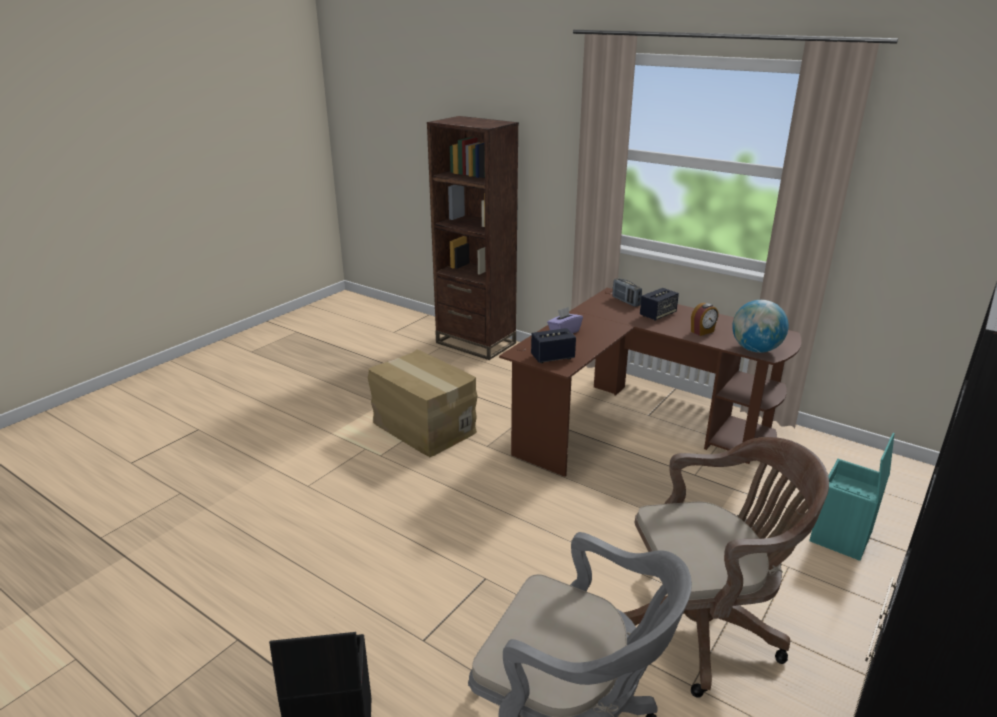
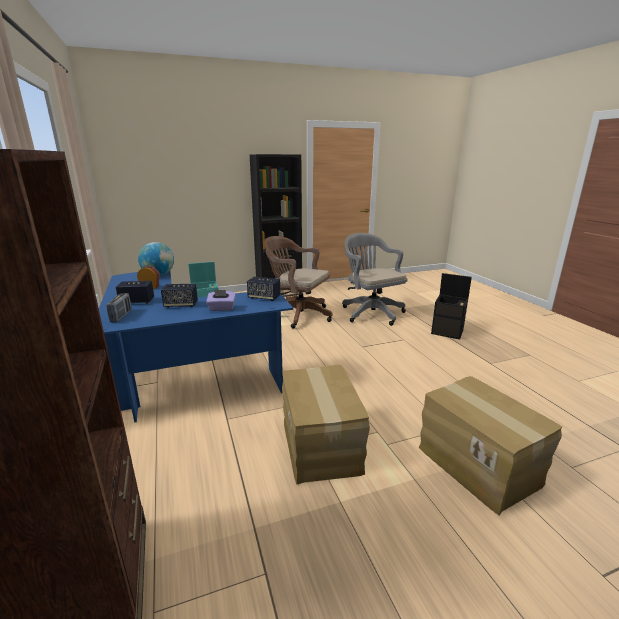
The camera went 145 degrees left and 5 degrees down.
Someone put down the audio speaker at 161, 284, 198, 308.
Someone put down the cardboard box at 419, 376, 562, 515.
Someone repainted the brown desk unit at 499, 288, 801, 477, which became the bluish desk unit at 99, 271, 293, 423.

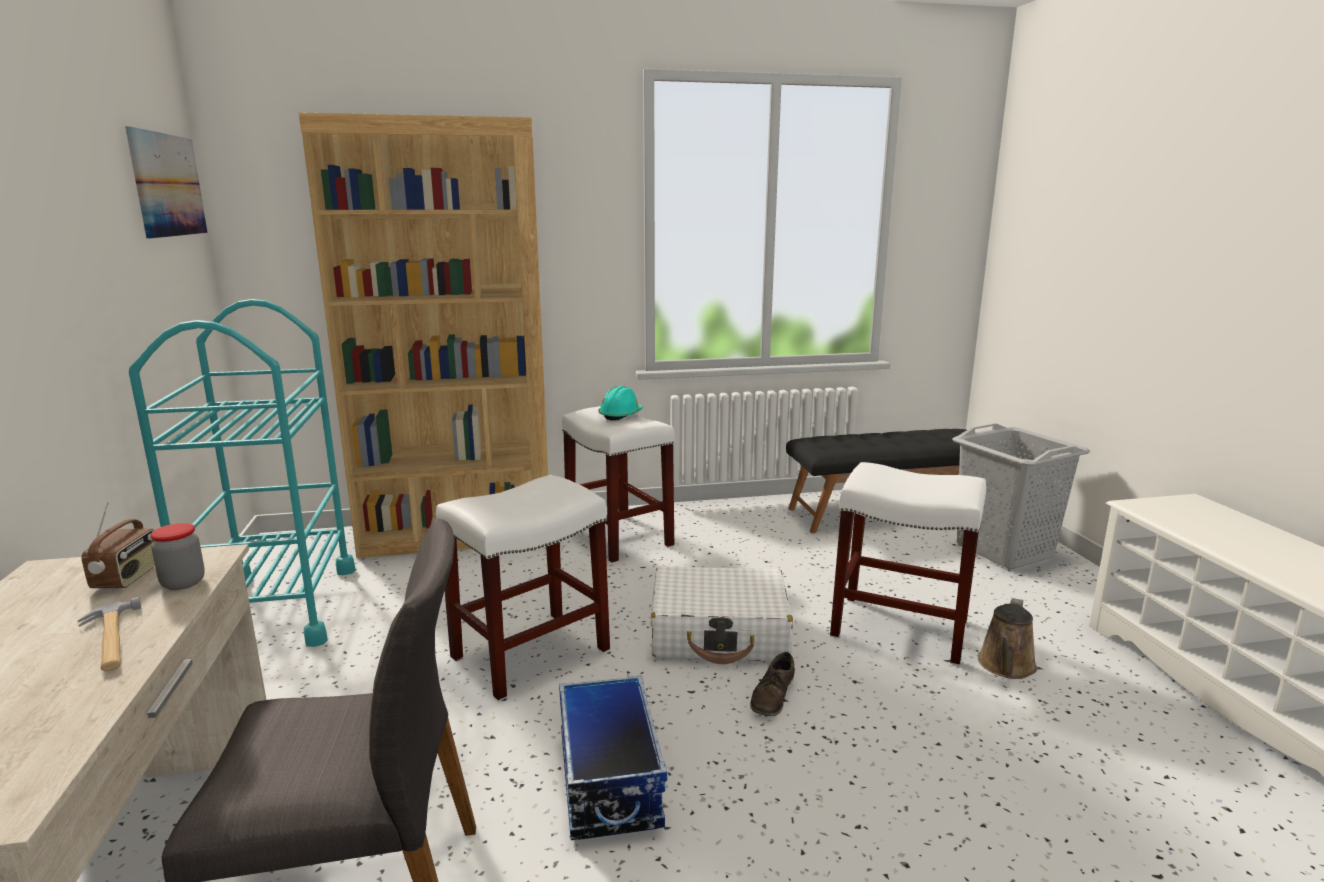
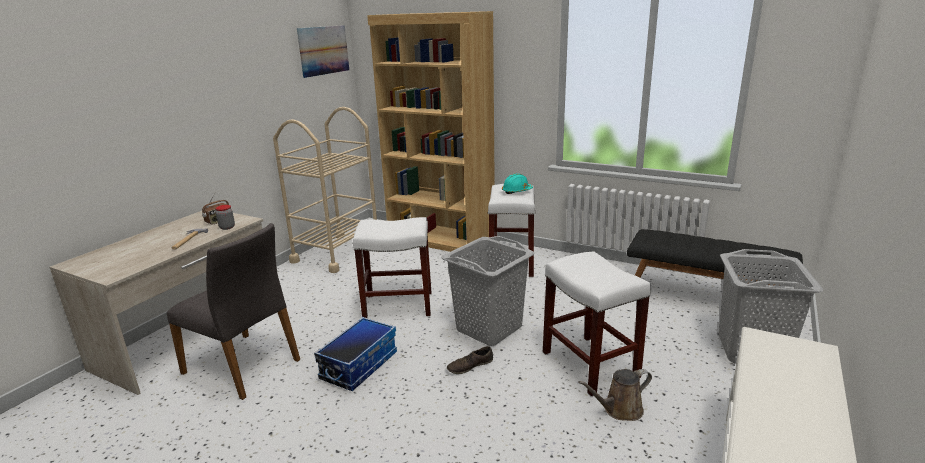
The camera went 40 degrees right and 5 degrees up.
Someone swapped the whitish suitcase at 651, 566, 793, 664 for the gray washing basket at 441, 236, 534, 346.
Someone repainted the blue-green trolley at 129, 299, 355, 647, which became the sand-coloured trolley at 273, 107, 377, 273.

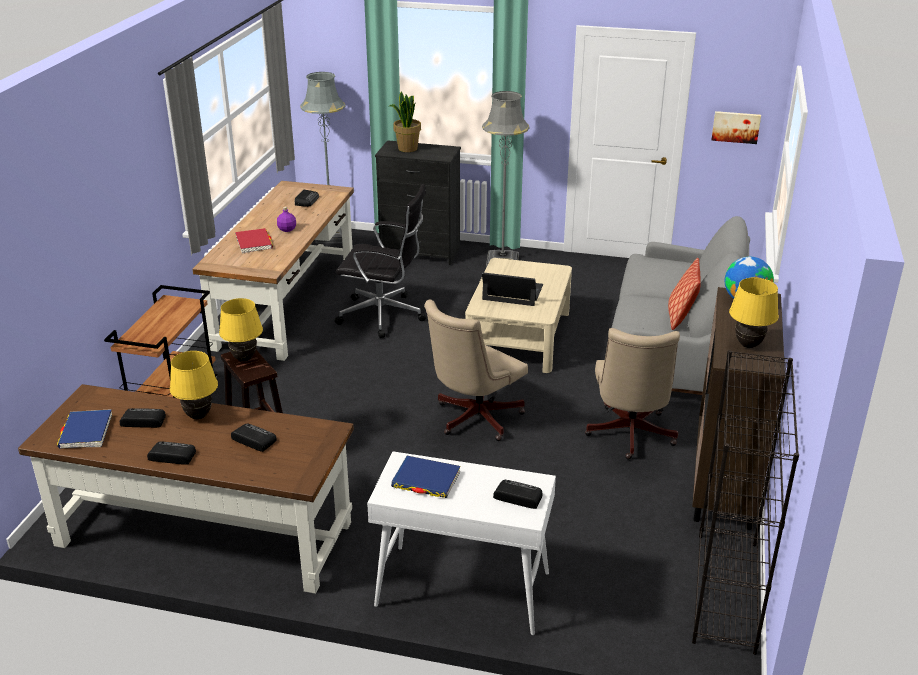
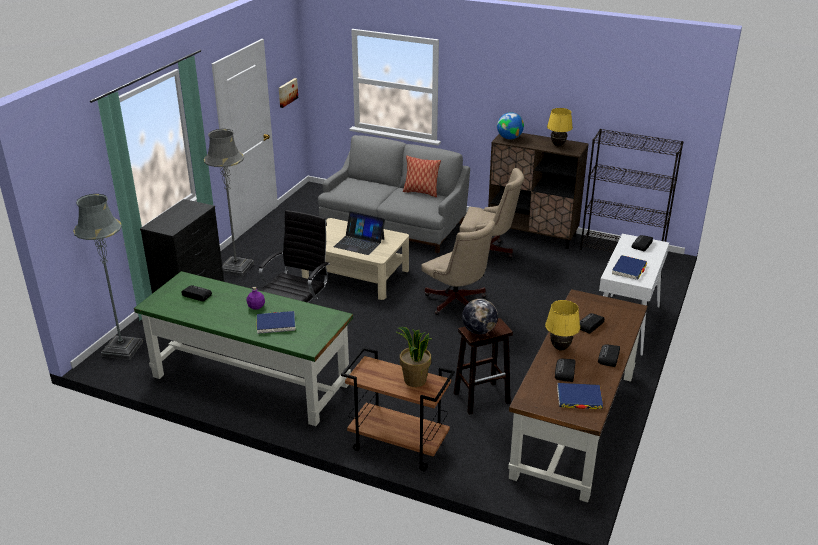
The camera went 80 degrees left and 0 degrees up.
Someone carried the potted plant from 390, 91, 421, 152 to 395, 327, 431, 387.
Someone swapped the yellow-coloured table lamp at 219, 298, 263, 362 for the world globe at 462, 299, 498, 334.
Someone repainted the brown desk unit at 192, 181, 354, 361, which became the green desk unit at 134, 271, 353, 426.
Someone repainted the red book at 235, 228, 273, 254, which became the bluish book at 257, 311, 296, 334.
Someone rotated the laptop at 482, 272, 543, 306 by 90 degrees counterclockwise.

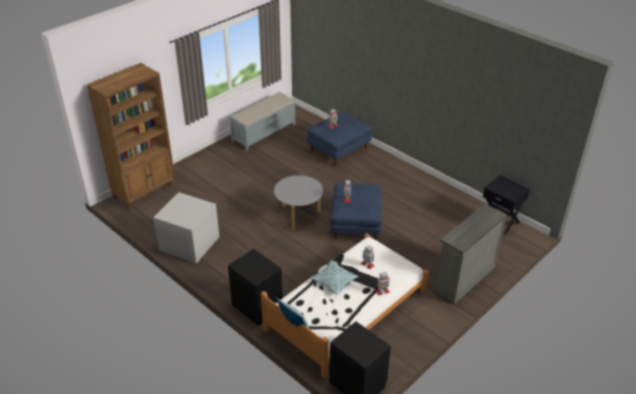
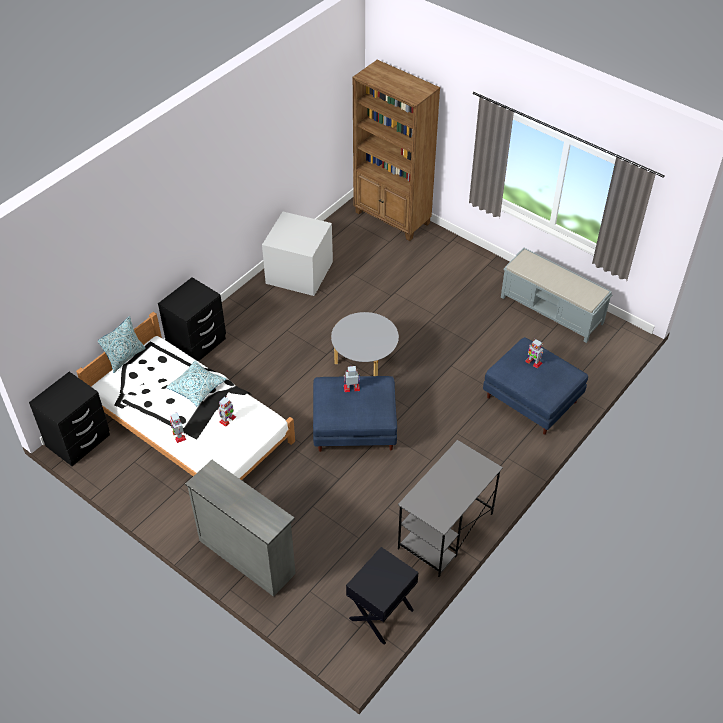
The camera went 85 degrees right and 10 degrees up.
Someone put down the gray desk unit at 398, 440, 503, 577.

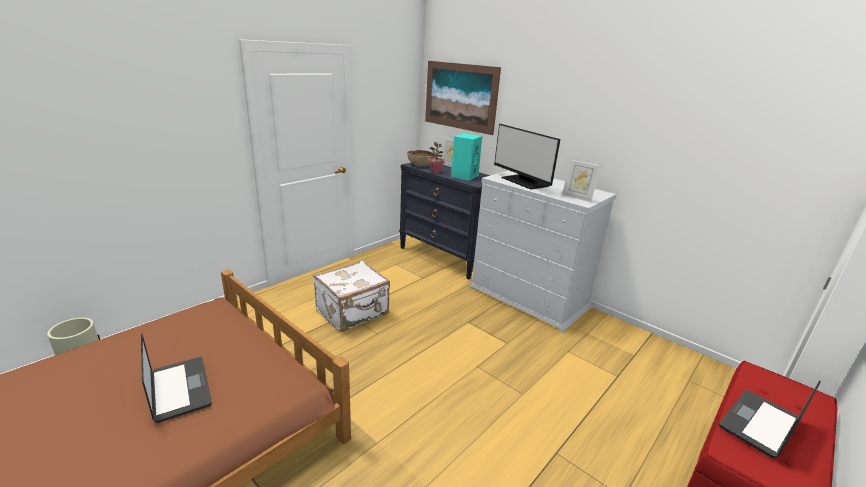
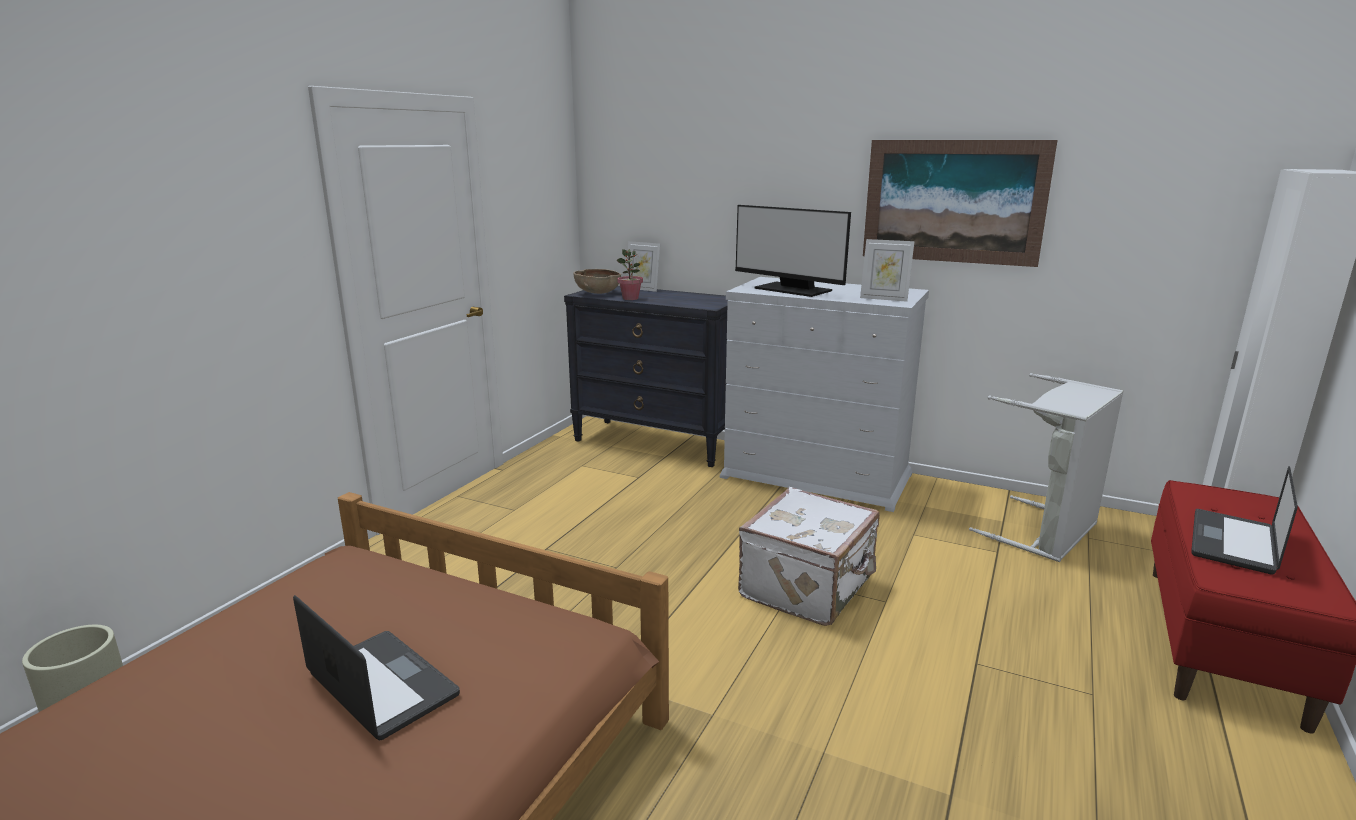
The camera went 15 degrees left and 5 degrees down.
Someone took away the blue-green audio speaker at 451, 133, 482, 181.
Someone put down the gray washing basket at 969, 373, 1123, 562.
Someone carried the whitish suitcase from 313, 260, 390, 332 to 738, 487, 880, 626.
Someone carried the picture from 425, 61, 501, 135 to 863, 140, 1057, 267.

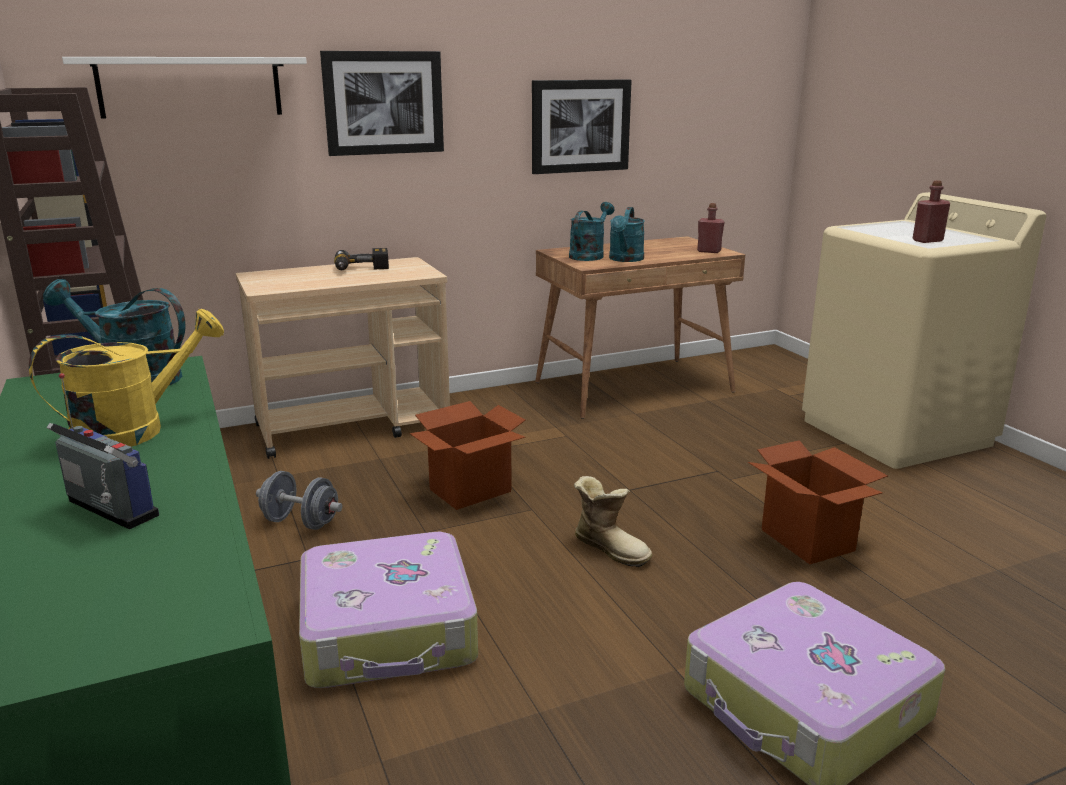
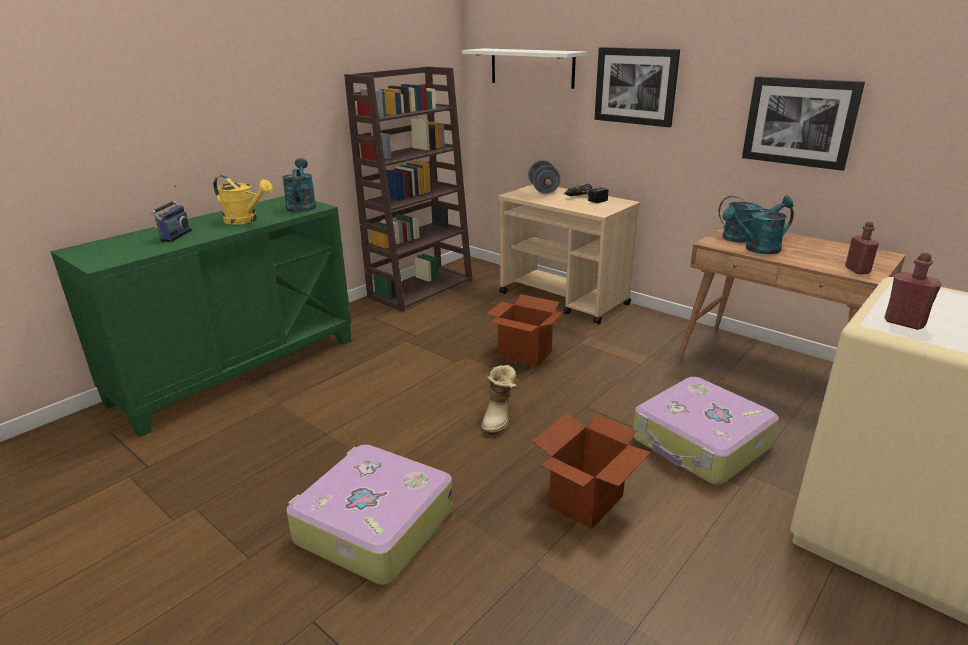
The camera went 65 degrees right and 5 degrees up.
Someone carried the gray hand weight from 256, 471, 342, 530 to 528, 160, 560, 194.
Someone carried the suitcase from 299, 532, 478, 688 to 633, 377, 779, 485.

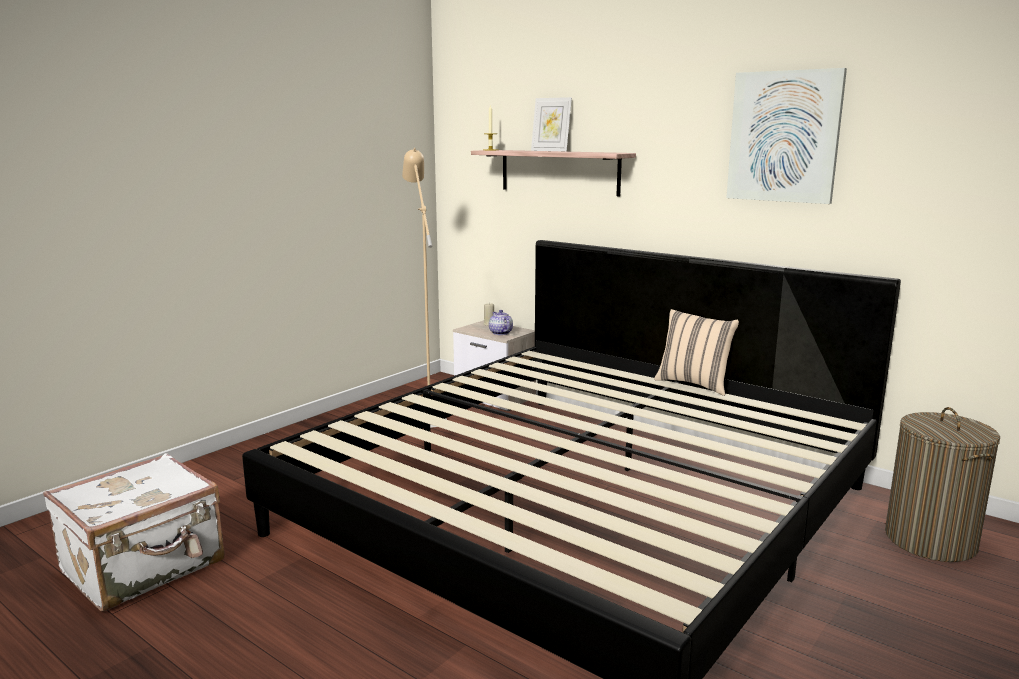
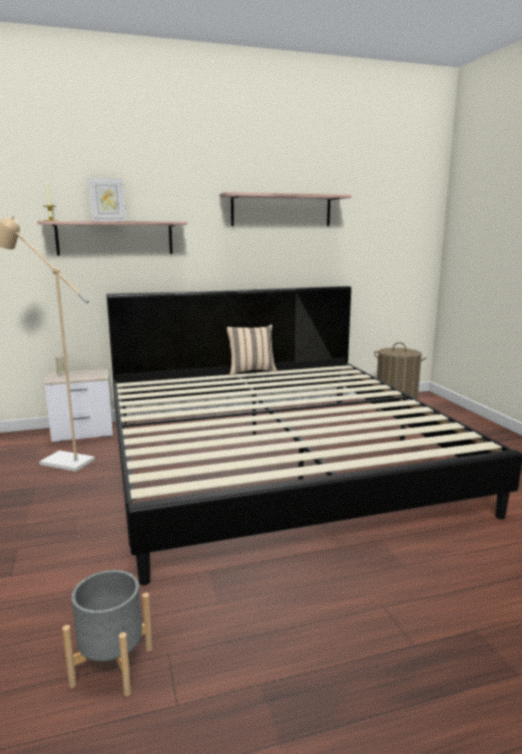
The camera went 55 degrees left and 0 degrees up.
Someone took away the pot for tea at 489, 310, 513, 335.
Someone swapped the whitish suitcase at 43, 453, 225, 612 for the gray planter at 62, 570, 153, 696.
Someone swapped the picture at 726, 68, 847, 204 for the shelf at 220, 192, 351, 226.

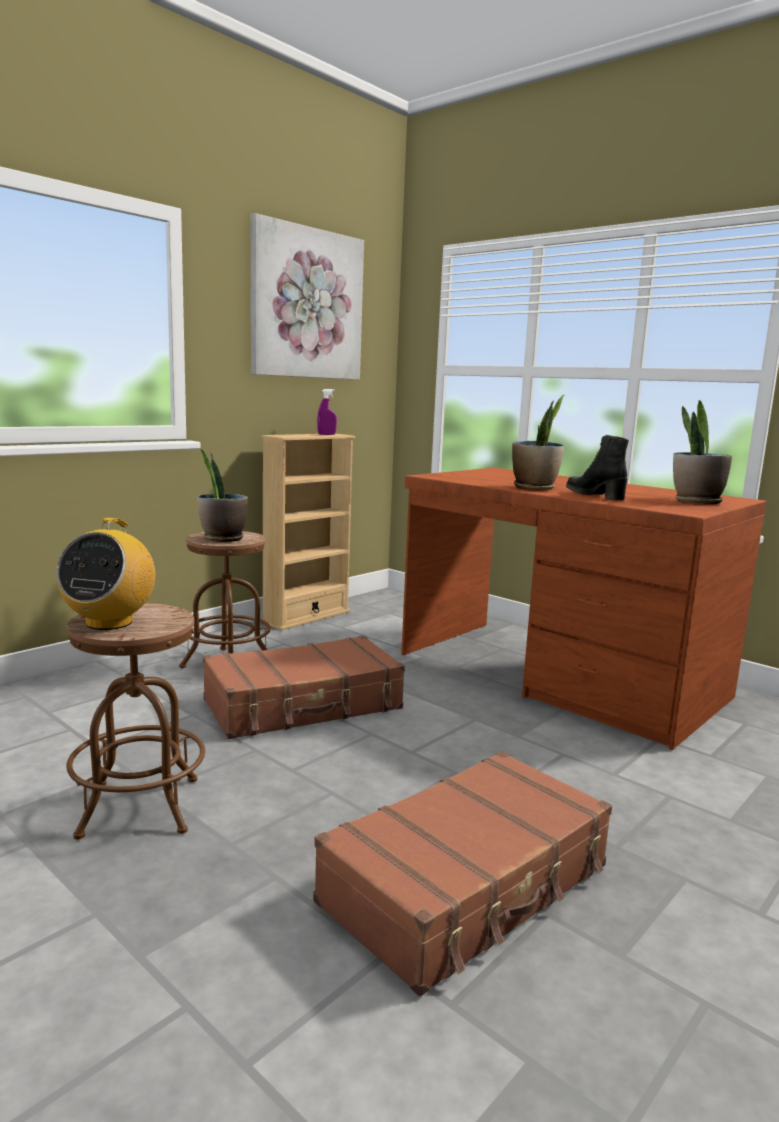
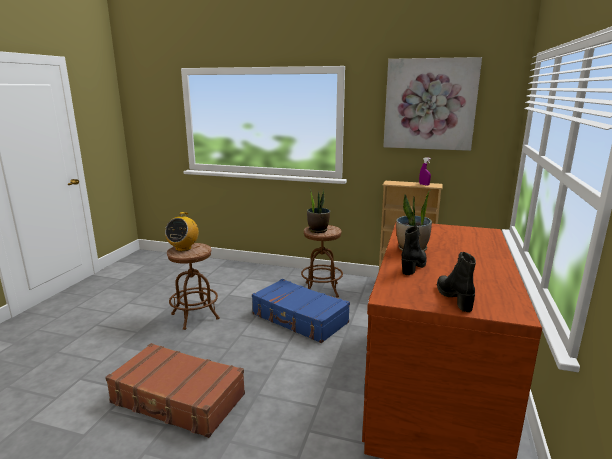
The camera went 65 degrees right and 5 degrees up.
Someone swapped the potted plant at 673, 400, 732, 504 for the blackish tall boot at 437, 252, 476, 312.
Someone repainted the brown suitcase at 203, 636, 405, 739, which became the bluish suitcase at 252, 279, 350, 343.
Someone rotated the radio receiver at 56, 518, 155, 630 by 60 degrees counterclockwise.

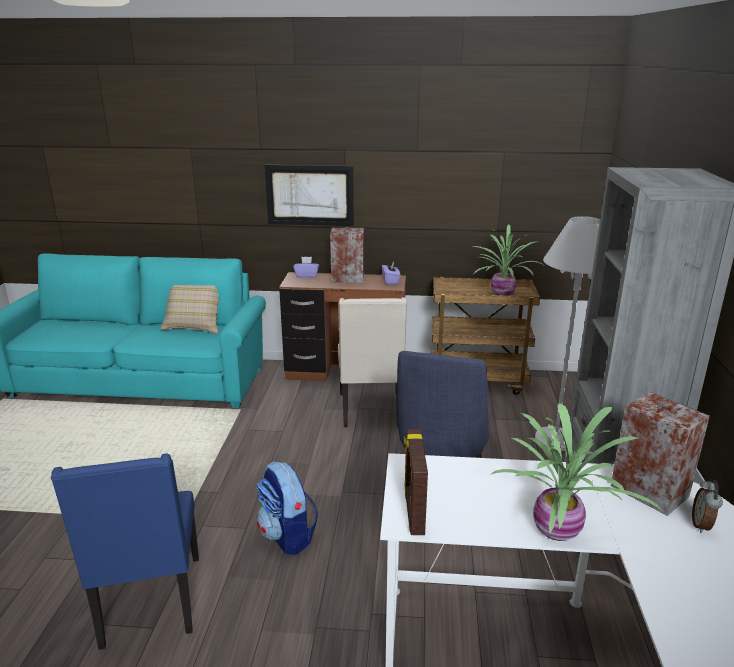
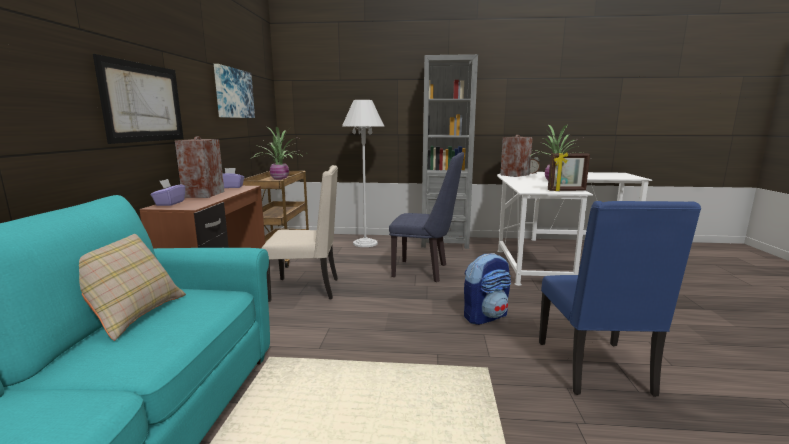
The camera went 90 degrees left and 10 degrees down.
Someone put up the picture at 214, 64, 255, 118.
Someone rotated the bluish chair at 51, 454, 199, 650 by 105 degrees clockwise.

